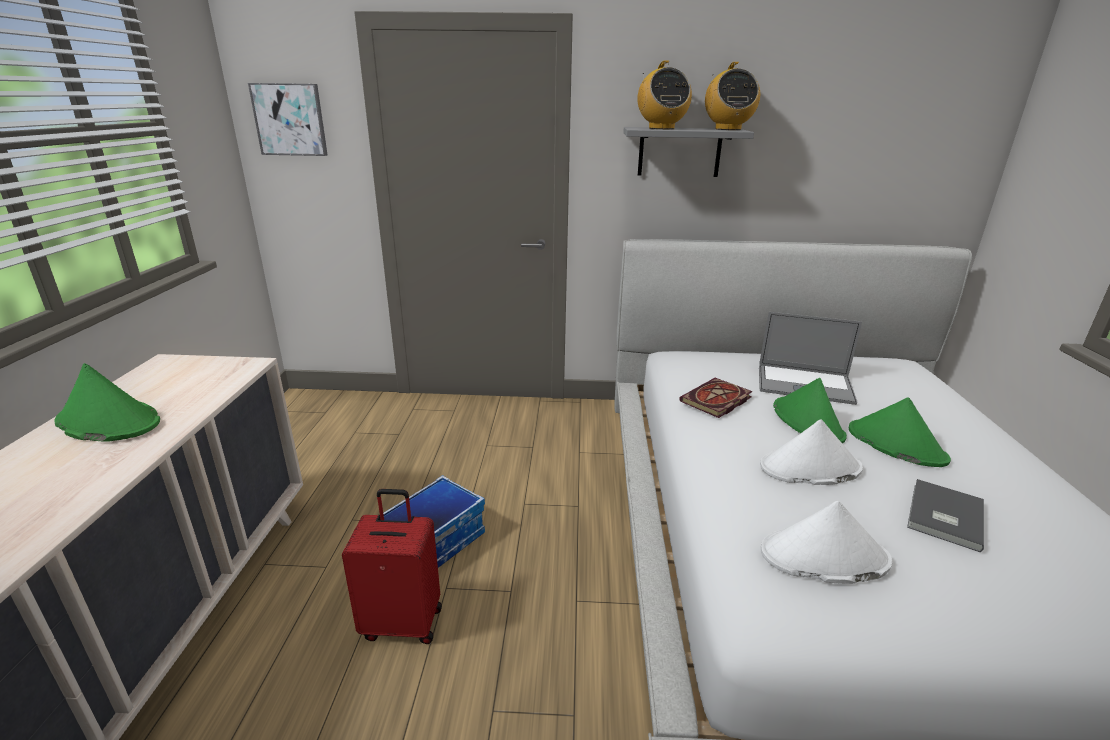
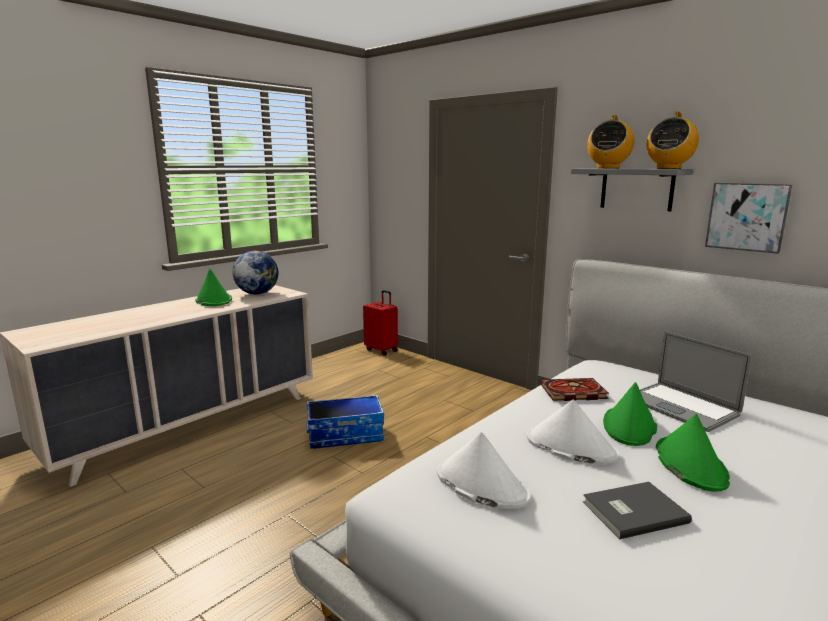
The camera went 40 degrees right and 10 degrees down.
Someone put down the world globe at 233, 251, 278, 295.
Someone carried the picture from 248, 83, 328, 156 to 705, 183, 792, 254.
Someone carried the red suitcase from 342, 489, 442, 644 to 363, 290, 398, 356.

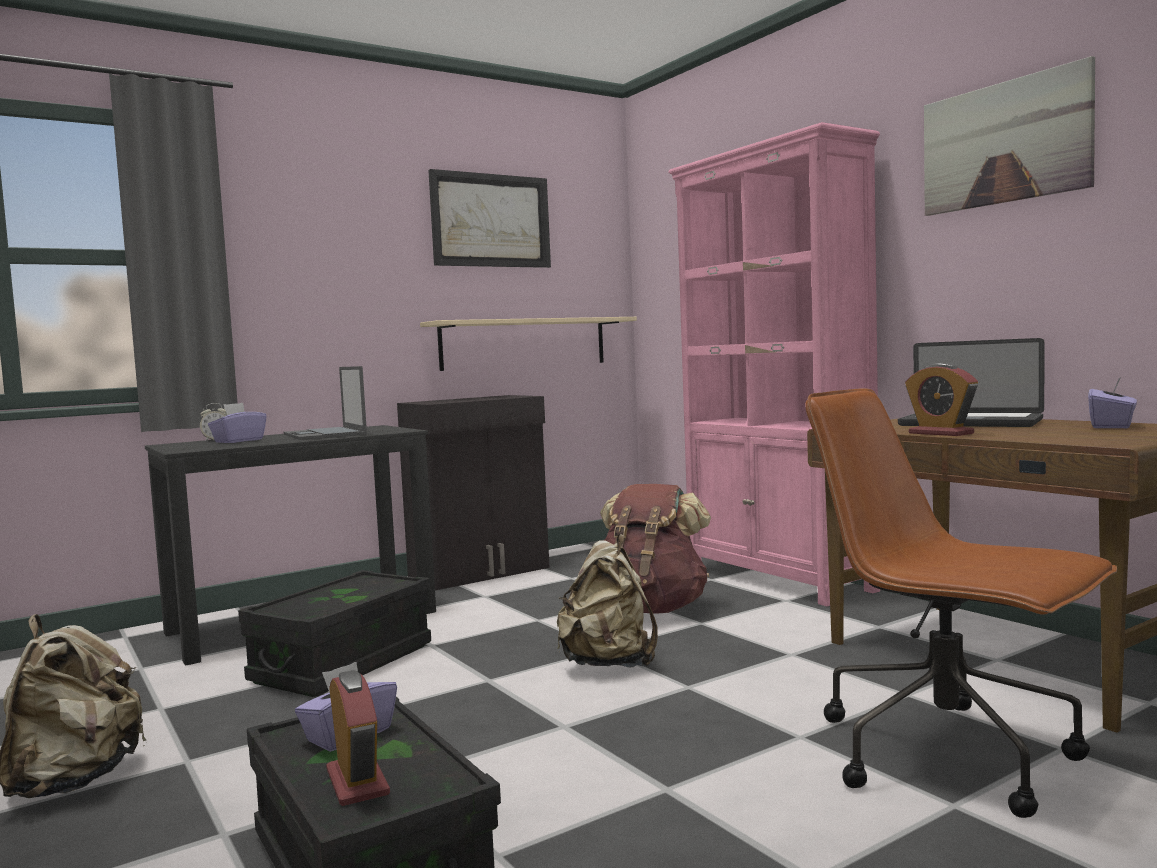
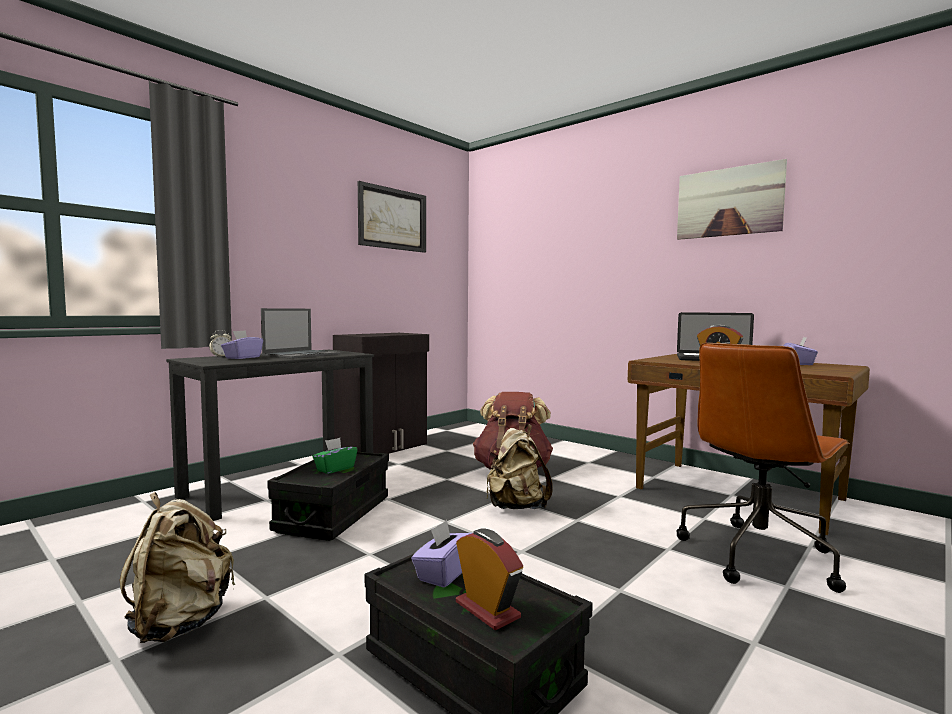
The camera went 15 degrees left and 0 degrees up.
Someone took away the sand-coloured shelf at 420, 317, 637, 371.
Someone took away the pink-coloured bookcase at 668, 122, 880, 606.
Someone put down the green tissue holder at 312, 438, 358, 474.
Someone rotated the laptop at 283, 366, 367, 440 by 105 degrees counterclockwise.
Someone rotated the brown office chair at 805, 389, 1117, 818 by 75 degrees counterclockwise.

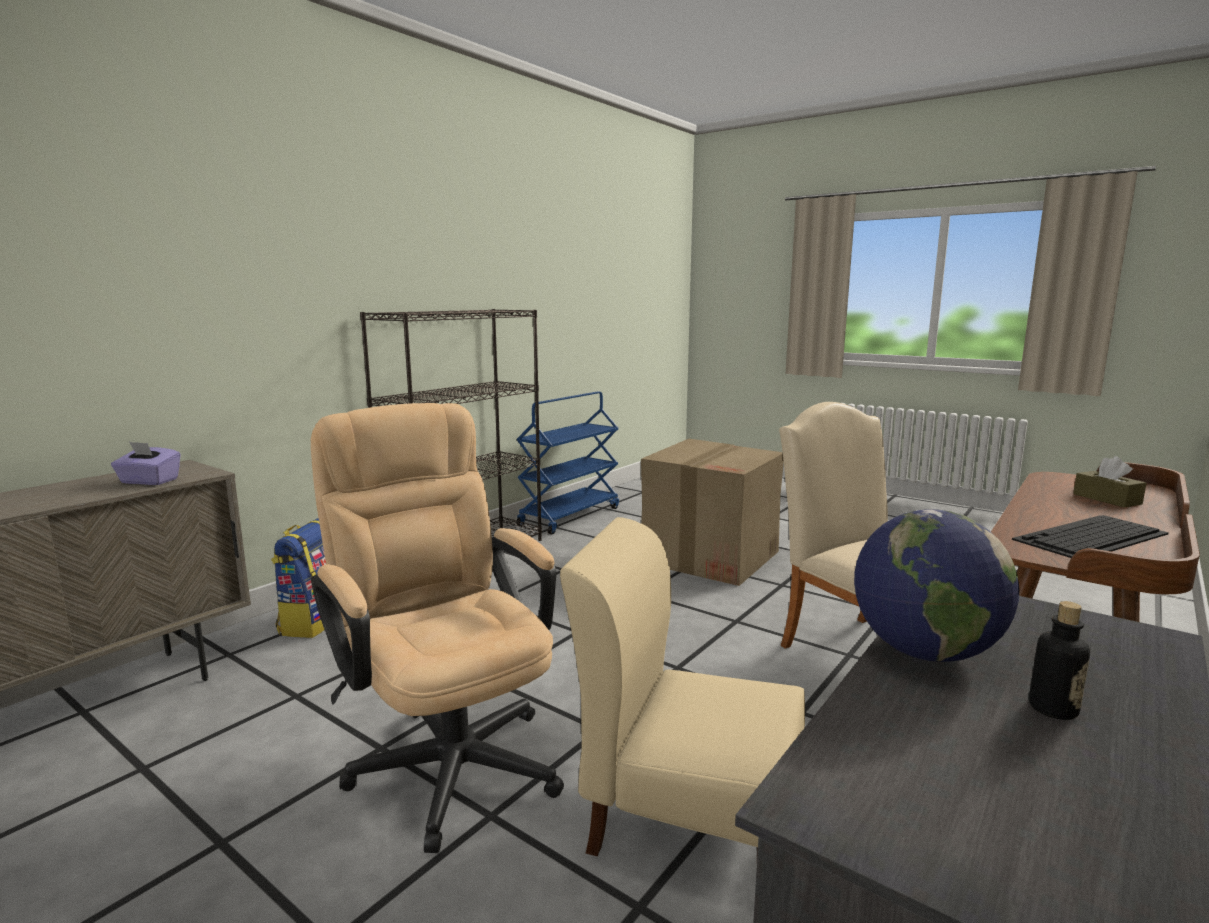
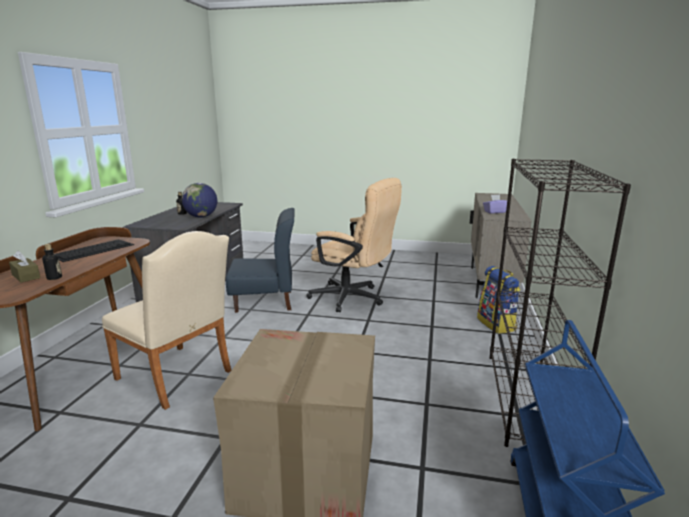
The camera went 155 degrees right and 5 degrees up.
Someone put down the drink bottle at 42, 244, 62, 280.
Someone repainted the sand-coloured chair at 560, 517, 805, 856, which became the bluish chair at 226, 208, 294, 313.

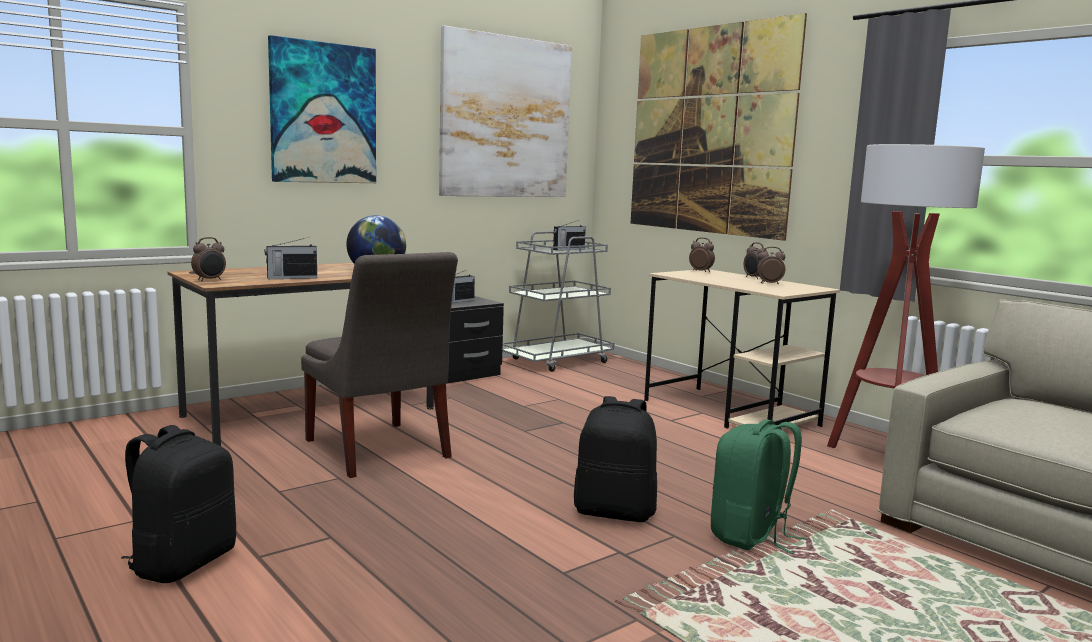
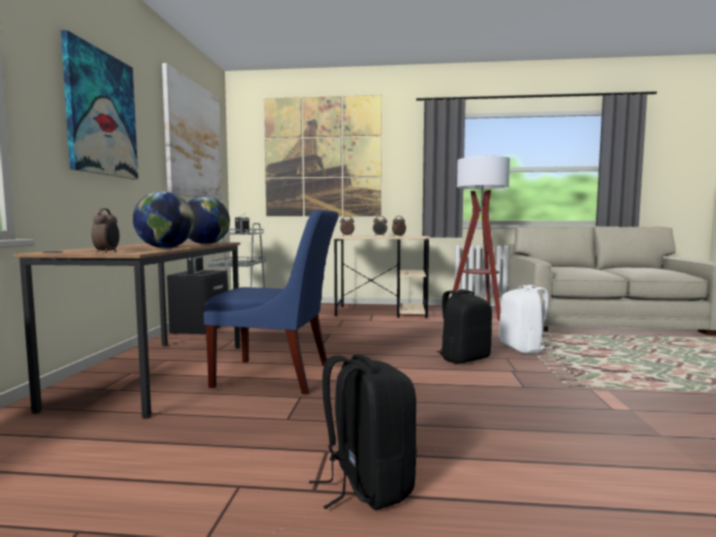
The camera went 45 degrees left and 5 degrees down.
Someone swapped the radio receiver at 265, 237, 317, 279 for the world globe at 133, 191, 195, 248.
Someone repainted the gray chair at 301, 252, 458, 478, which became the bluish chair at 204, 209, 339, 394.
Someone repainted the green rucksack at 711, 420, 806, 554, which became the whitish rucksack at 500, 285, 551, 354.

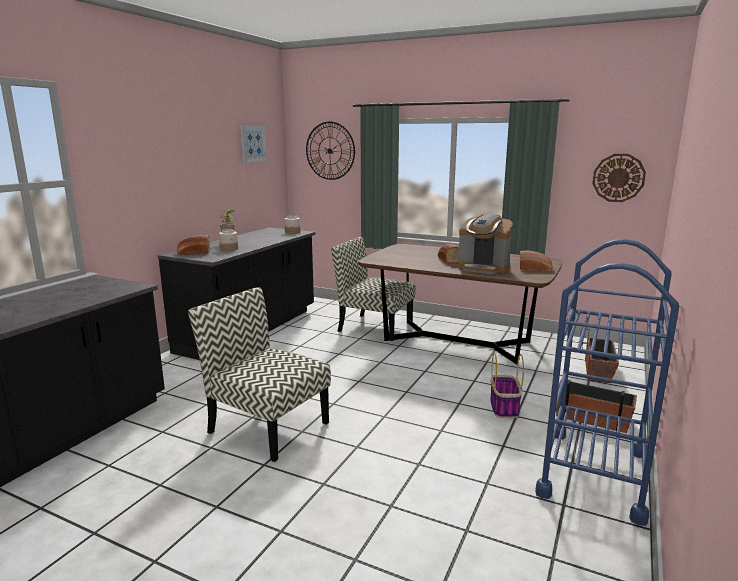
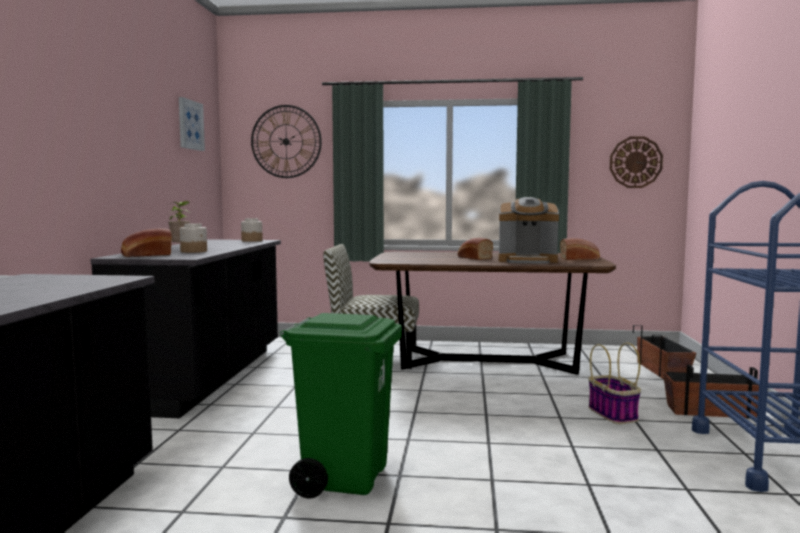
The camera went 20 degrees left and 10 degrees down.
Someone swapped the chair at 188, 287, 331, 462 for the green waste bin at 280, 313, 402, 498.

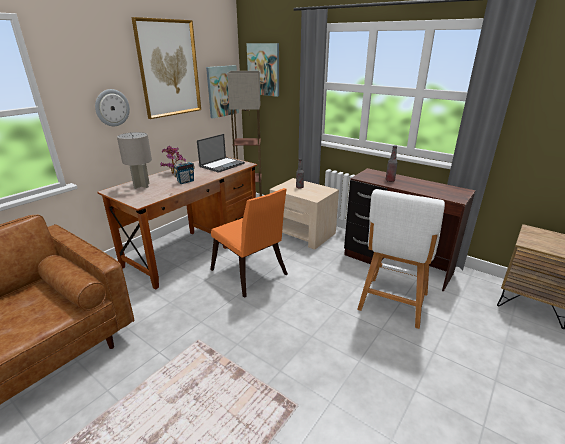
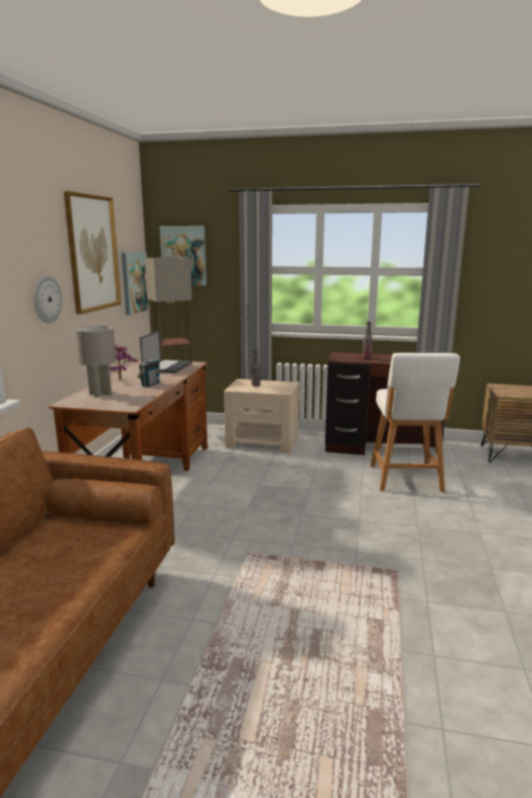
The camera went 25 degrees left and 10 degrees down.
Someone took away the orange-coloured chair at 210, 188, 288, 298.

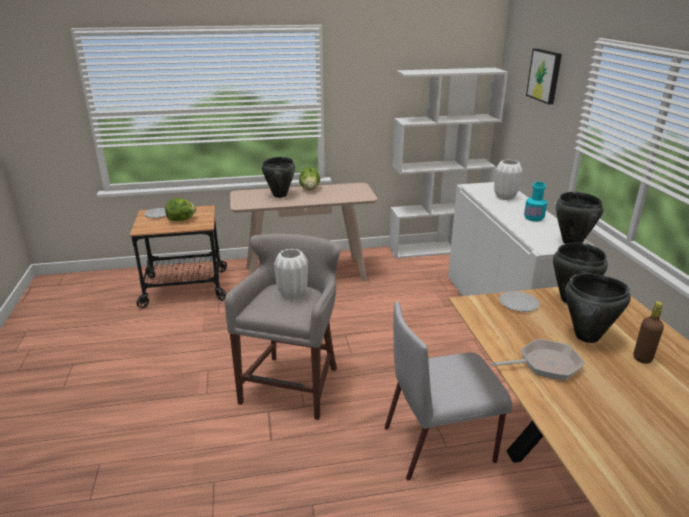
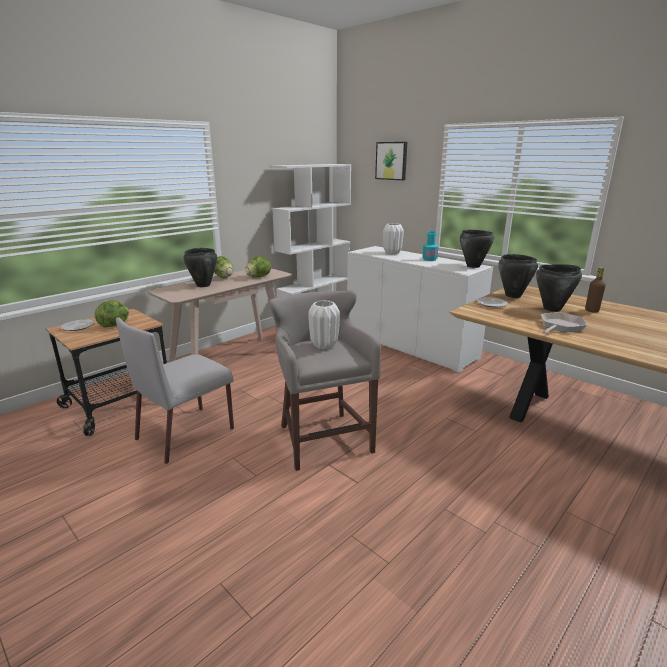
The camera went 35 degrees left and 5 degrees down.
Someone put down the head of lettuce at 245, 256, 271, 278.
Someone carried the gray chair from 385, 301, 512, 481 to 116, 317, 234, 464.

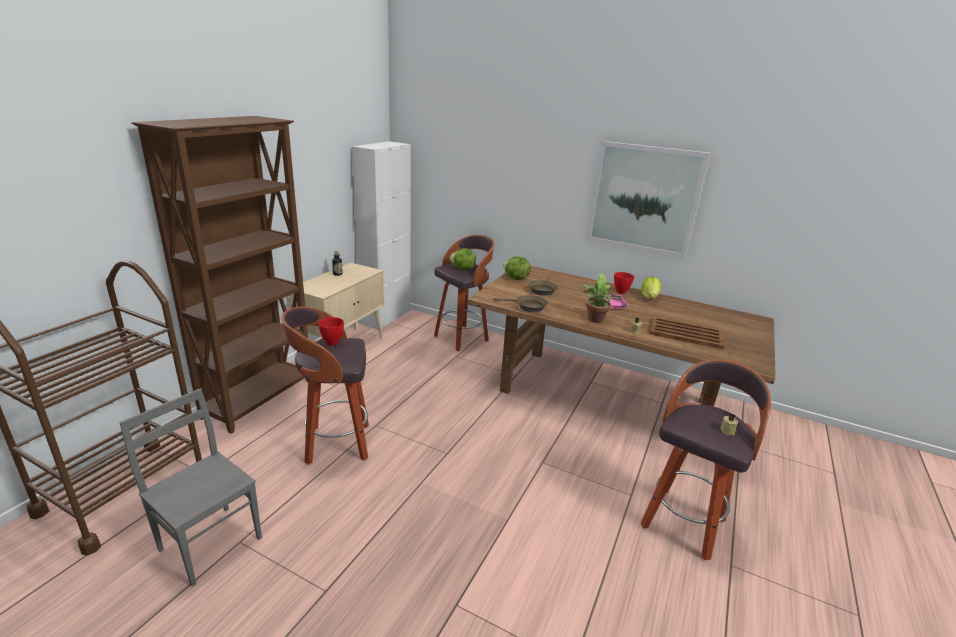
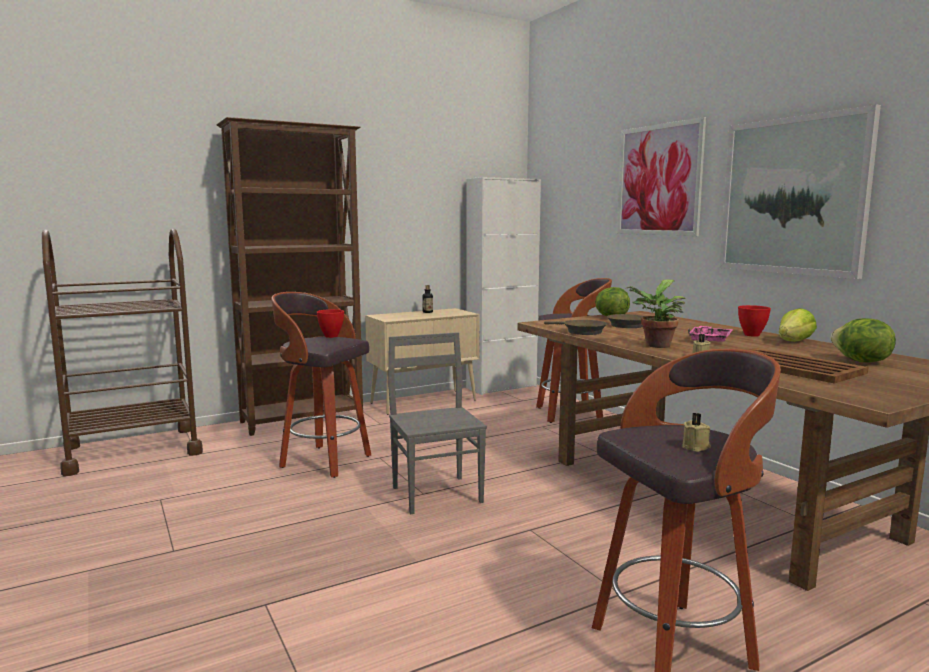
The camera went 35 degrees right and 15 degrees down.
Someone put up the picture at 617, 117, 706, 236.
Someone carried the gray chair from 120, 388, 262, 587 to 388, 332, 487, 514.
Someone carried the head of lettuce from 450, 248, 476, 270 to 831, 318, 896, 362.

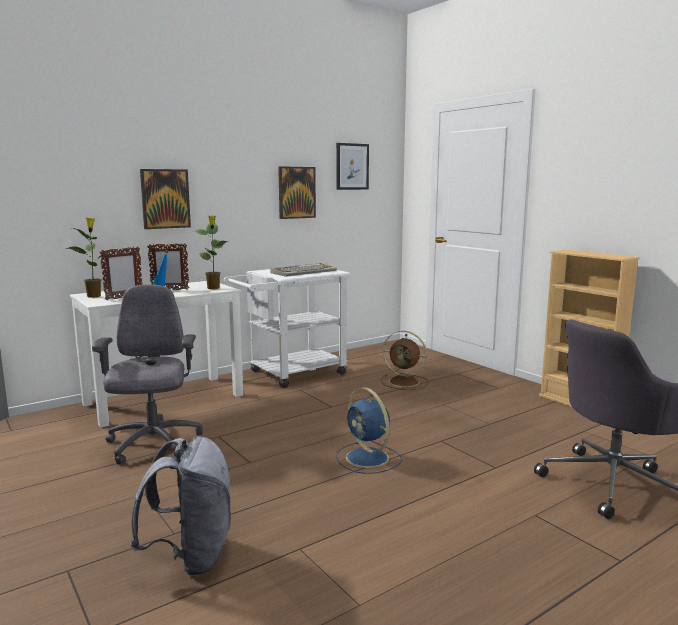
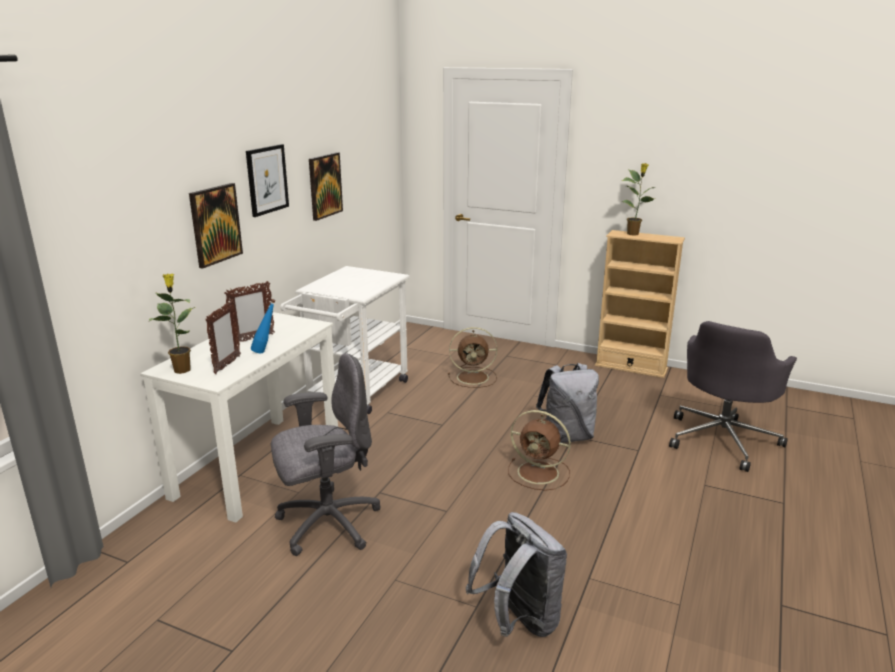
The camera went 30 degrees left and 10 degrees up.
Someone took away the computer keyboard at 270, 263, 337, 277.
Someone put down the gray rucksack at 536, 363, 599, 443.
Someone carried the potted plant from 194, 215, 228, 289 to 621, 163, 655, 236.
Someone carried the picture from 336, 143, 369, 190 to 246, 144, 289, 217.
Someone repainted the bluish fan at 336, 387, 402, 474, which became the brown fan at 508, 410, 571, 491.
Someone rotated the gray office chair at 92, 284, 203, 465 by 105 degrees clockwise.

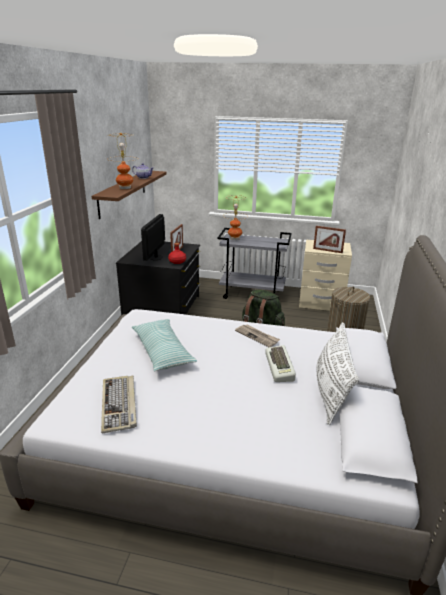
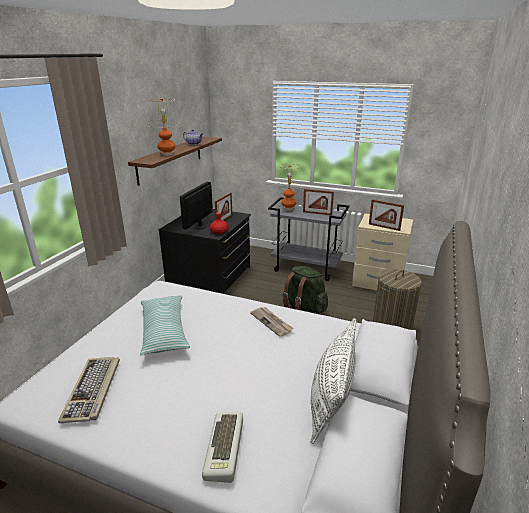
The camera went 10 degrees right and 0 degrees up.
Someone put down the picture frame at 303, 189, 334, 215.
Someone carried the computer keyboard from 265, 345, 296, 382 to 202, 412, 243, 483.

